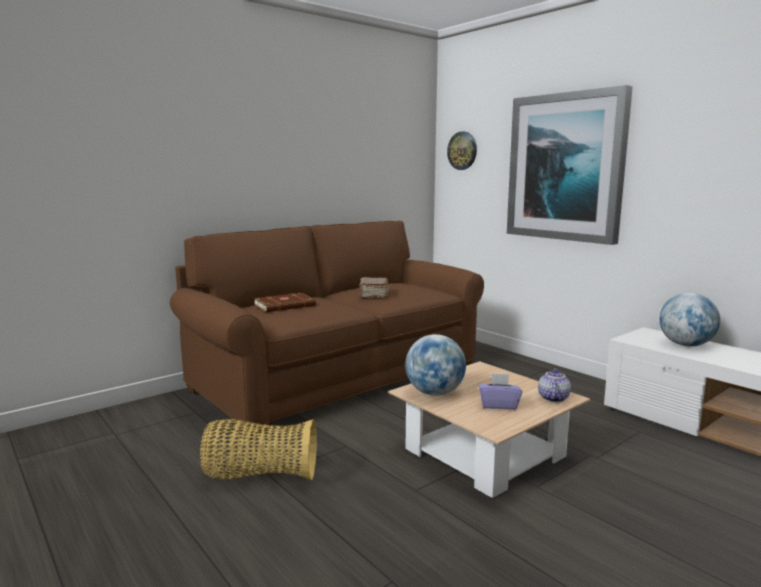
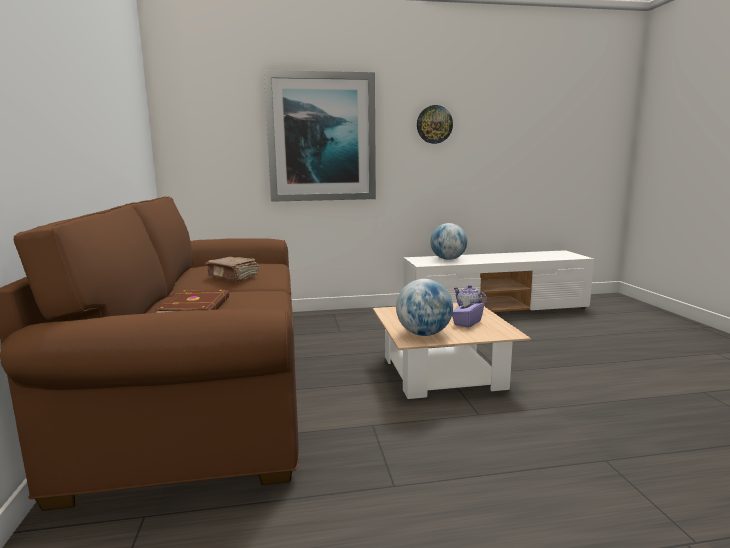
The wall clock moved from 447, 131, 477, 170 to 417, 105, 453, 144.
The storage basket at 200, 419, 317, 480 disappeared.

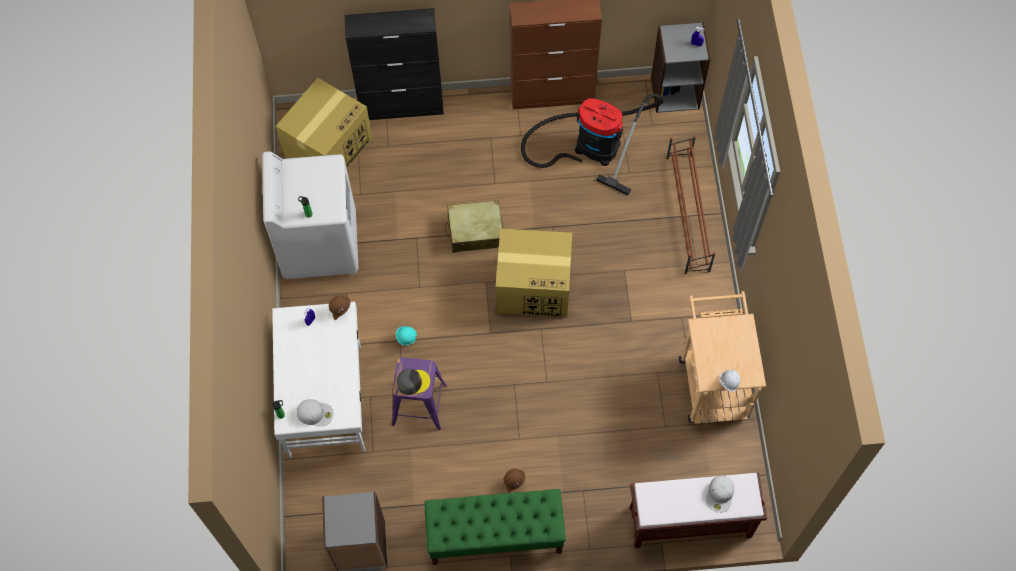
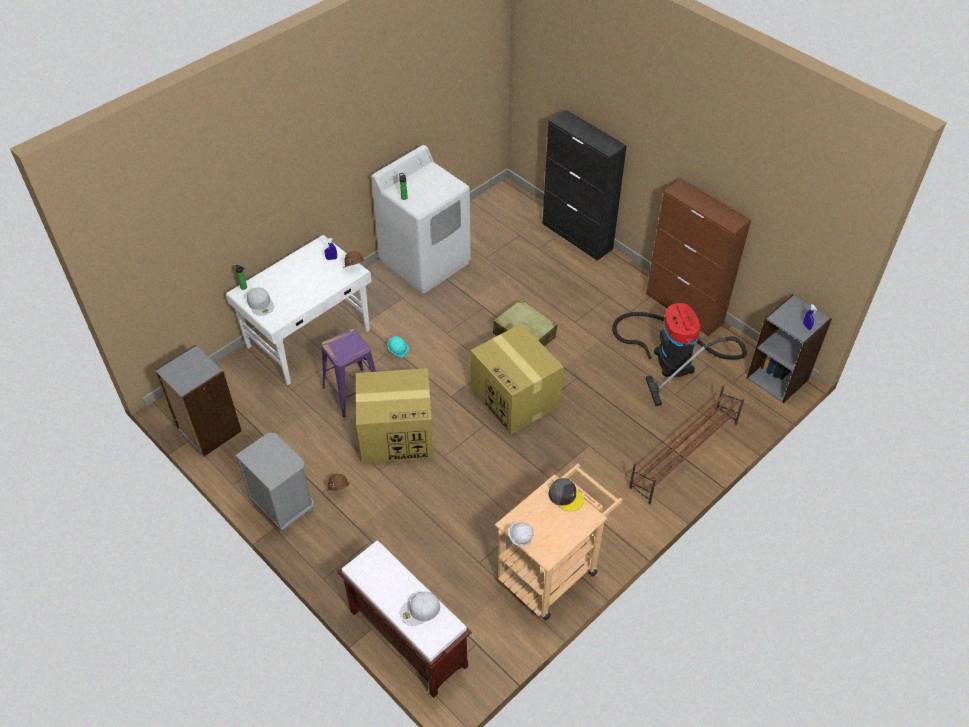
The cardboard box moved from 276, 78, 372, 169 to 356, 368, 434, 463.
The gray cap moved from 397, 369, 430, 395 to 548, 478, 584, 511.
The greenish bench at 424, 489, 566, 565 was replaced by the gray bedside table at 235, 433, 314, 533.

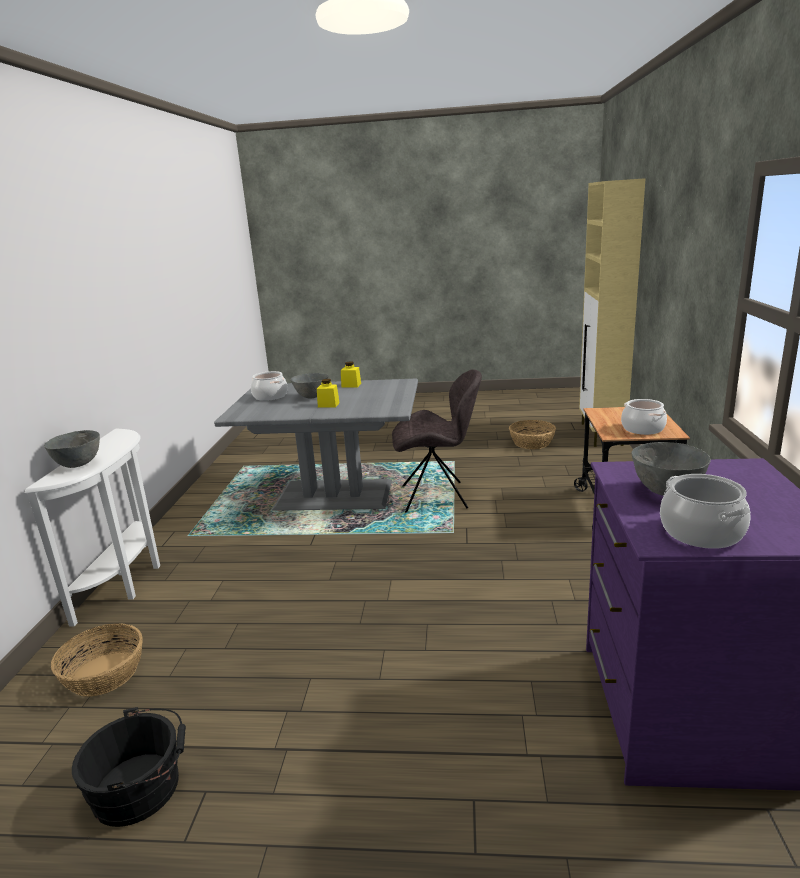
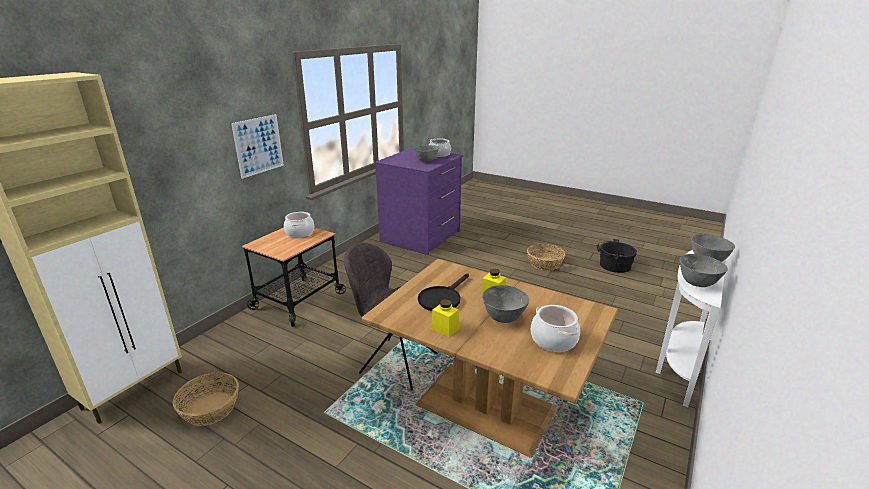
The gray kitchen table at 214, 378, 418, 511 became the brown-coloured kitchen table at 362, 259, 618, 458.
The storage basket moved from 51, 623, 143, 697 to 527, 244, 565, 270.
The wall art at 231, 114, 284, 179 appeared.
The gray serving bowl at 680, 254, 728, 287 appeared.
The black-coloured skillet at 418, 273, 469, 311 appeared.

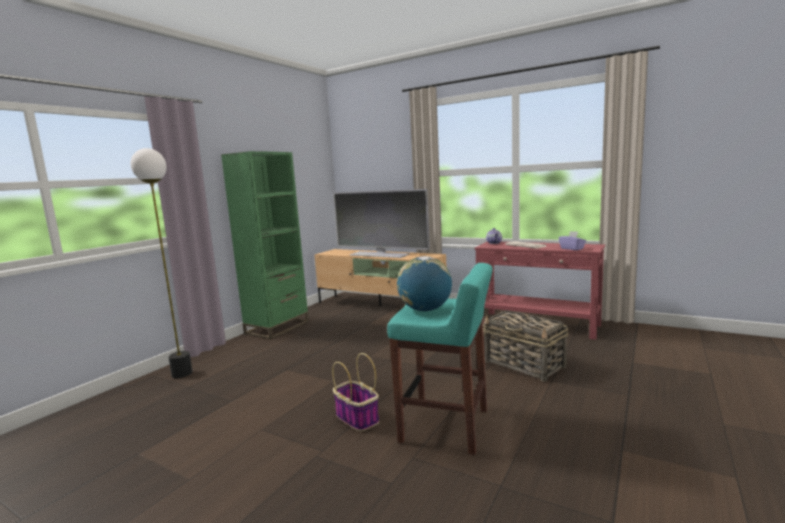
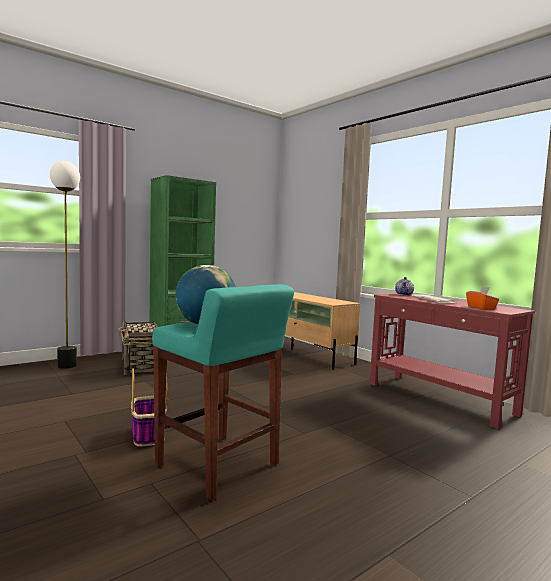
The TV at 333, 189, 430, 258 disappeared.
The purple box of tissues at 559, 231, 586, 250 became the orangey box of tissues at 466, 286, 499, 310.
The storage basket moved from 483, 310, 568, 382 to 118, 319, 158, 375.

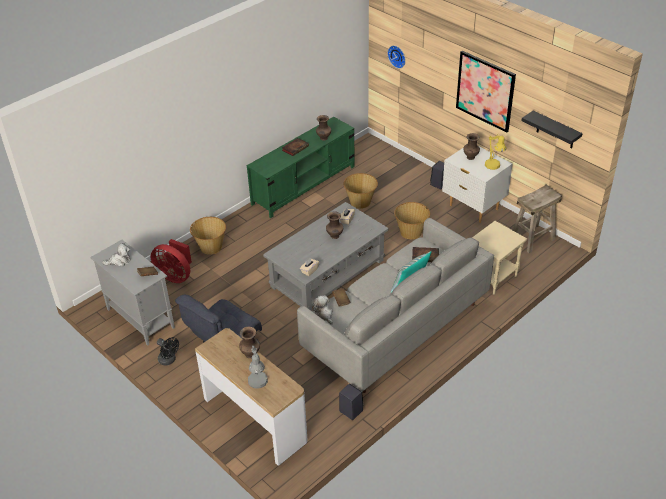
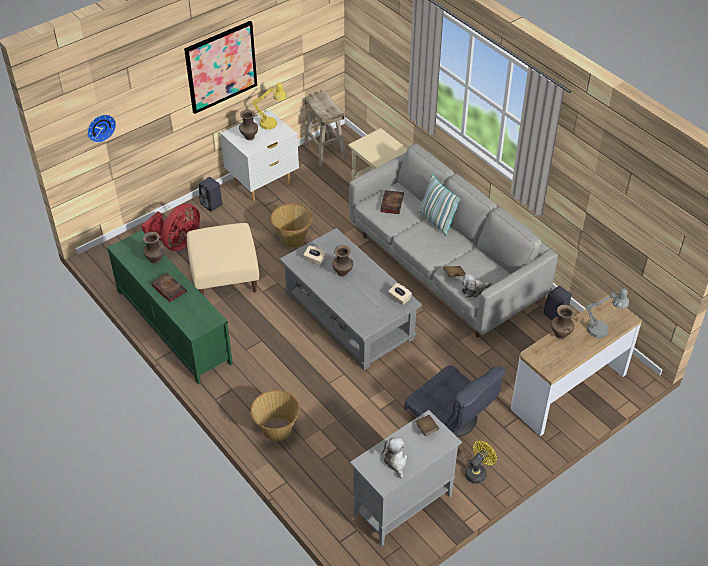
The black-coloured bracket shelf at 521, 111, 583, 149 disappeared.
The storage basket at 343, 173, 378, 209 was replaced by the beige-coloured ottoman at 187, 223, 259, 296.
The reddish electric fan moved from 151, 239, 192, 283 to 141, 204, 200, 251.
The black-coloured electric fan at 157, 337, 179, 366 became the yellowish electric fan at 465, 441, 497, 484.

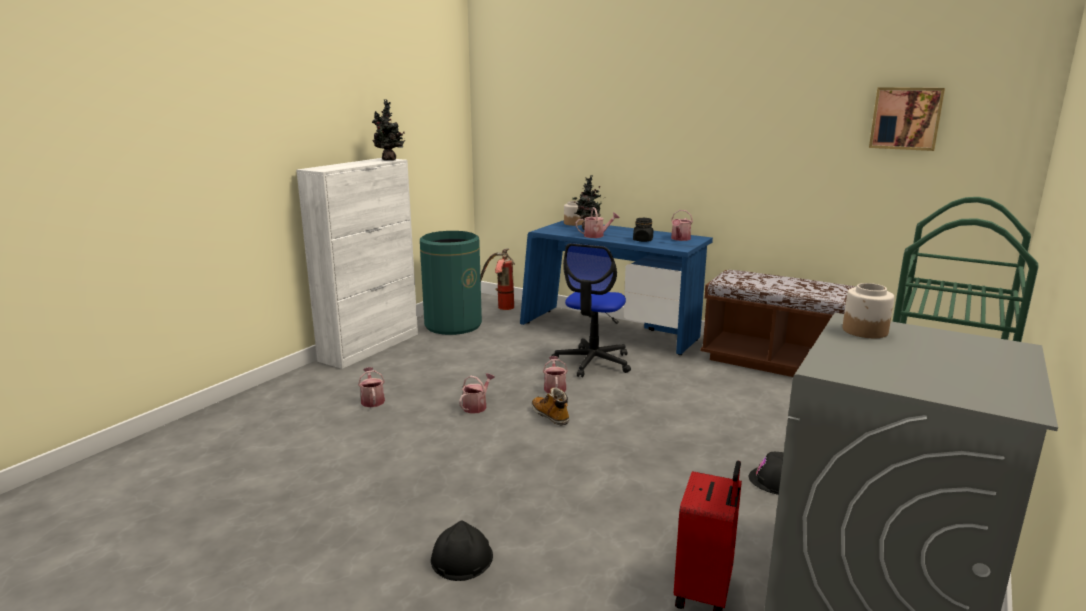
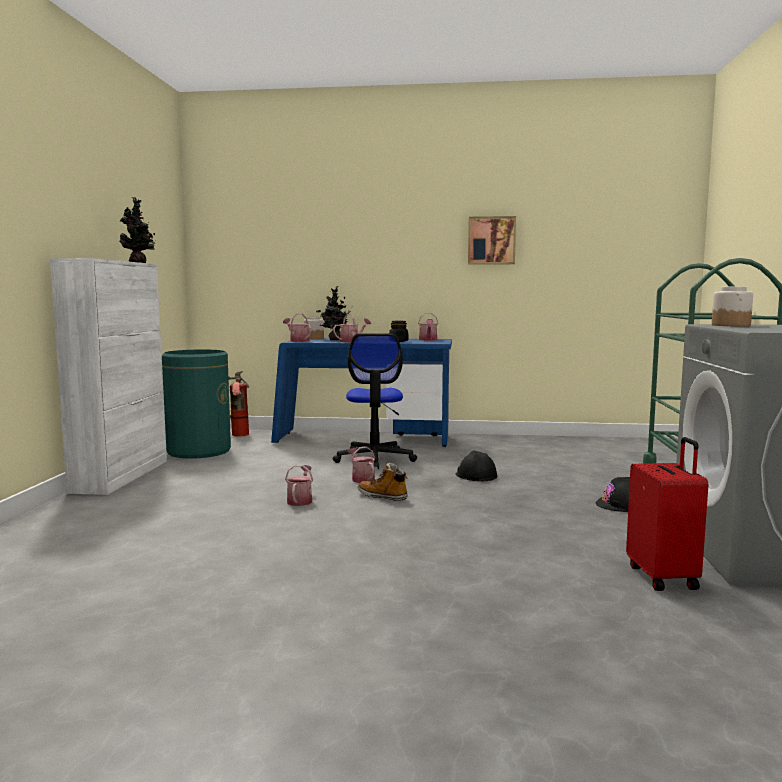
The wall art moved from 869, 87, 945, 151 to 468, 216, 516, 265.
The brown-coloured bench at 700, 270, 856, 377 disappeared.
The watering can moved from 358, 367, 385, 407 to 283, 314, 311, 342.
The black-coloured work helmet moved from 431, 520, 493, 581 to 456, 450, 497, 481.

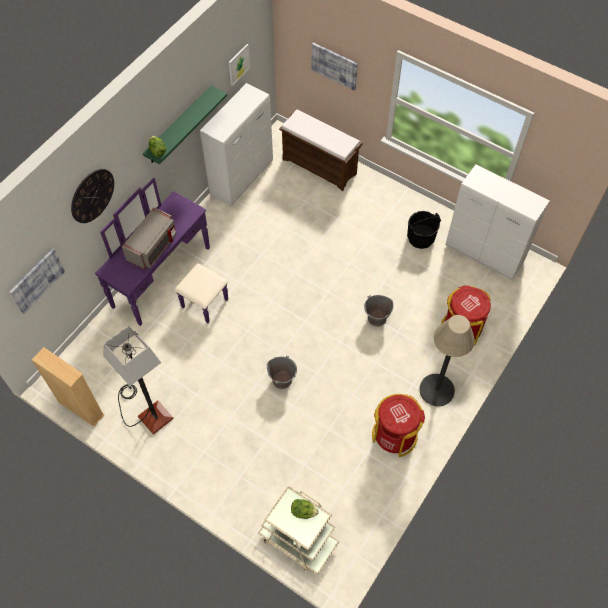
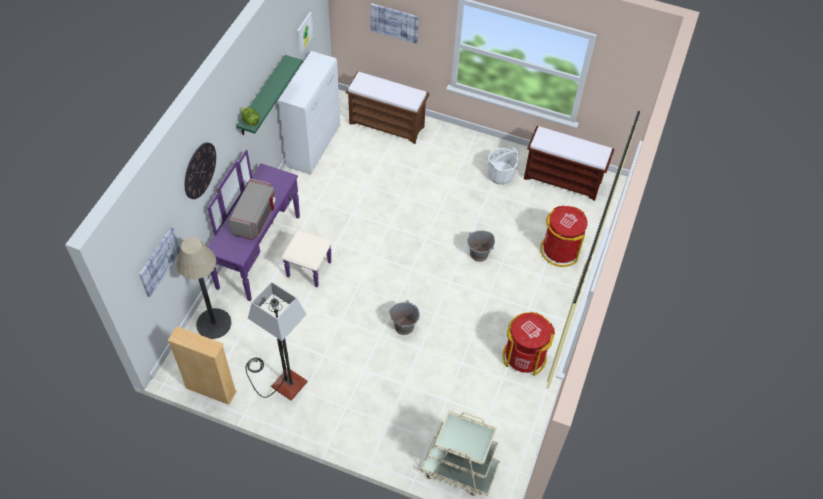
The white cupboard at 446, 165, 550, 280 was replaced by the brown-coloured bench at 524, 126, 614, 201.
The black-coloured pail at 407, 211, 441, 249 became the white pail at 488, 148, 519, 185.
The standing lamp moved from 419, 315, 475, 406 to 176, 237, 232, 339.
The lettuce at 291, 499, 319, 519 disappeared.

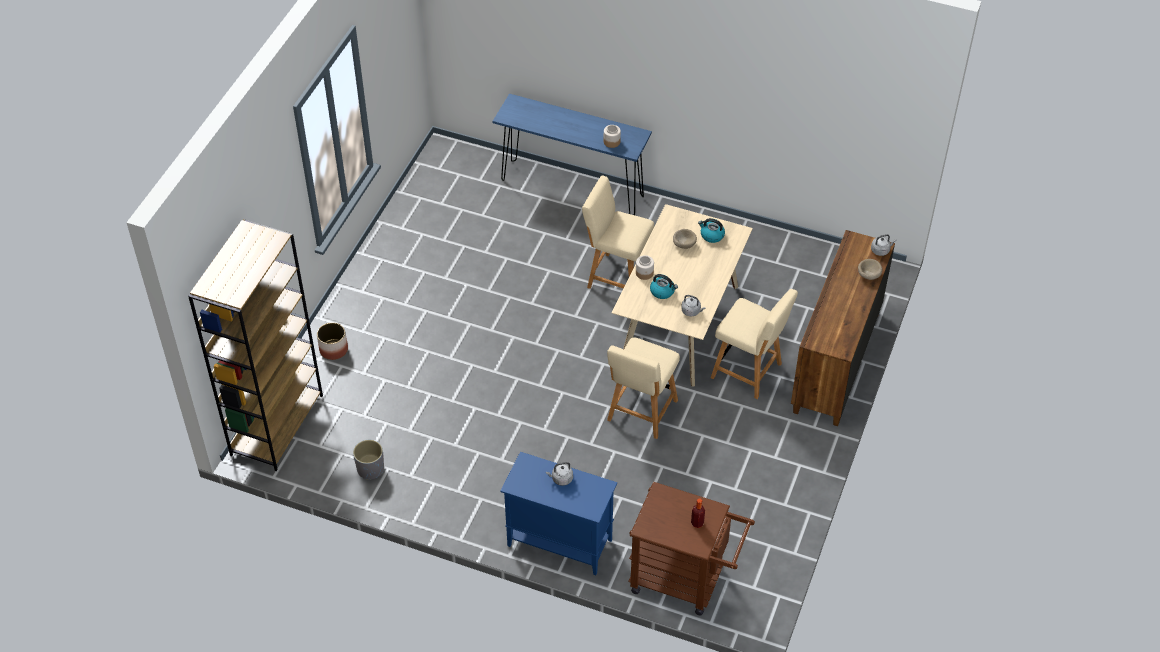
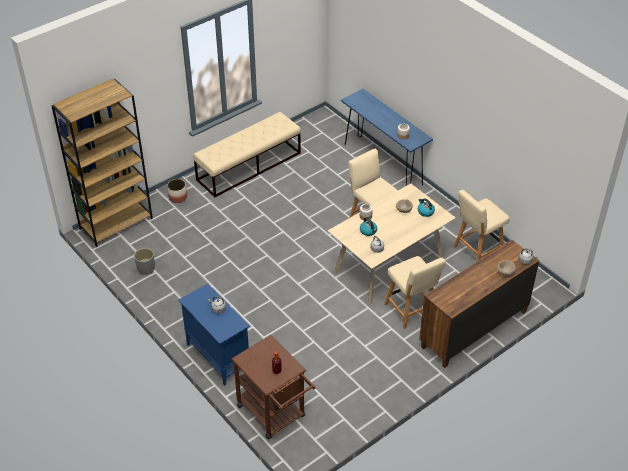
The beige-coloured upright chair moved from 607, 337, 680, 439 to 454, 190, 510, 262.
The beige-coloured bench at 193, 112, 301, 197 appeared.

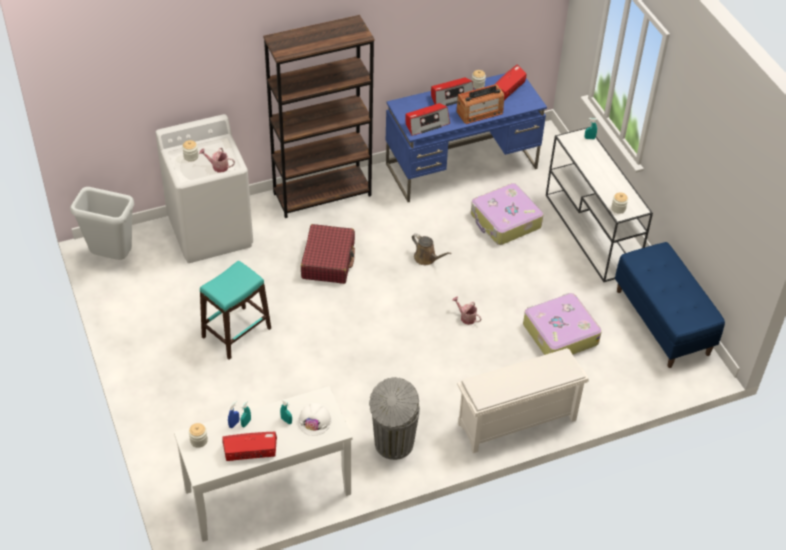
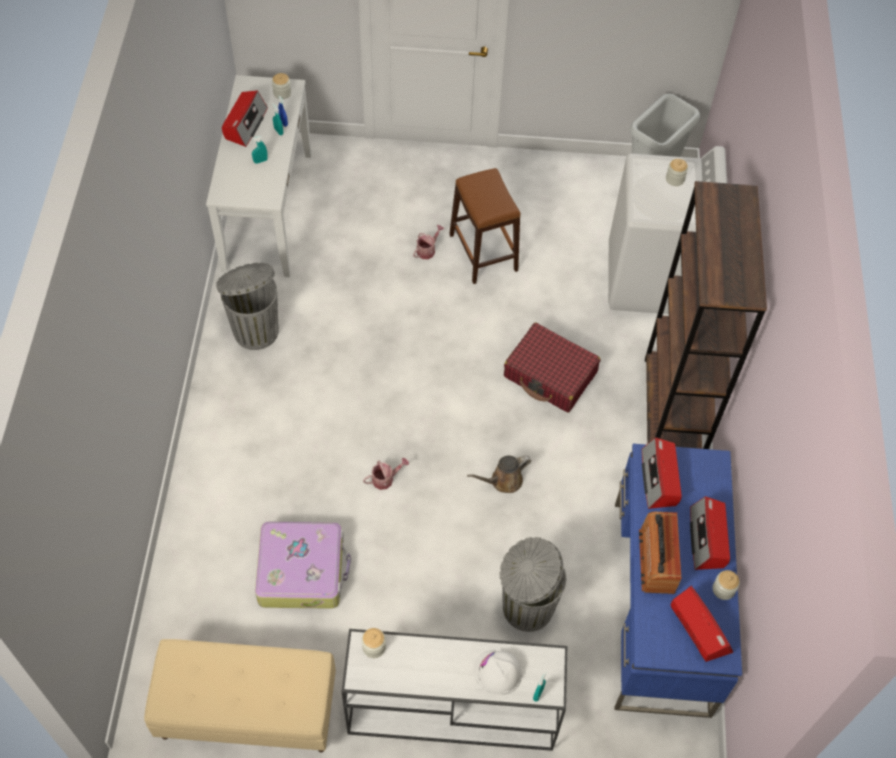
The watering can moved from 199, 148, 235, 172 to 413, 225, 444, 259.
The suitcase at 471, 183, 543, 245 was replaced by the gray waste bin at 500, 537, 566, 632.
The bluish bench at 615, 242, 725, 368 became the beige-coloured bench at 144, 639, 336, 752.
The turquoise stool at 200, 261, 271, 360 became the brown-coloured stool at 449, 168, 520, 284.
The white shoe rack at 457, 348, 589, 453 disappeared.
The white work helmet moved from 298, 403, 331, 436 to 474, 649, 522, 695.

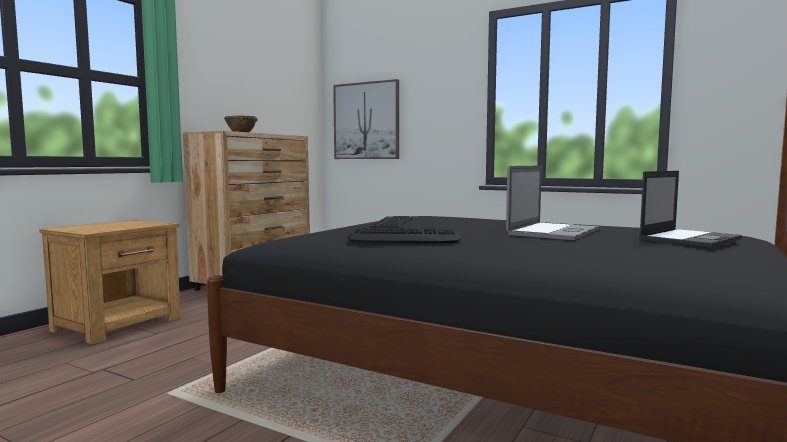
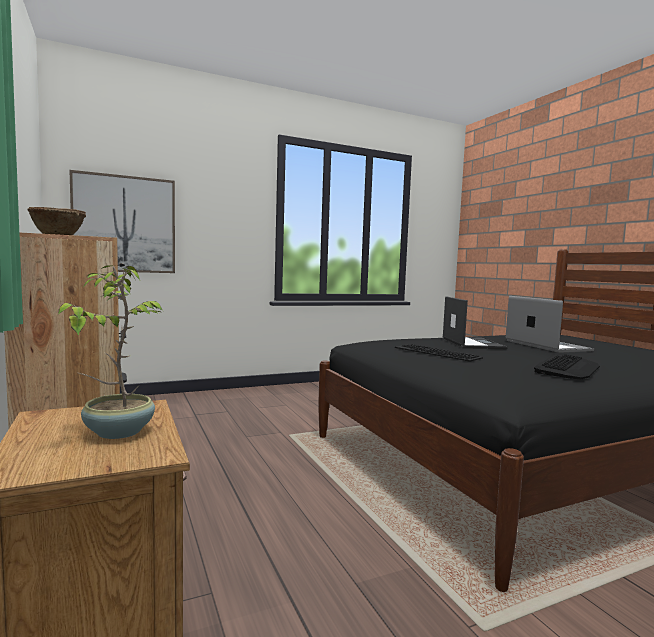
The notebook computer moved from 639, 171, 742, 248 to 442, 296, 508, 349.
The houseplant at 58, 265, 163, 439 appeared.

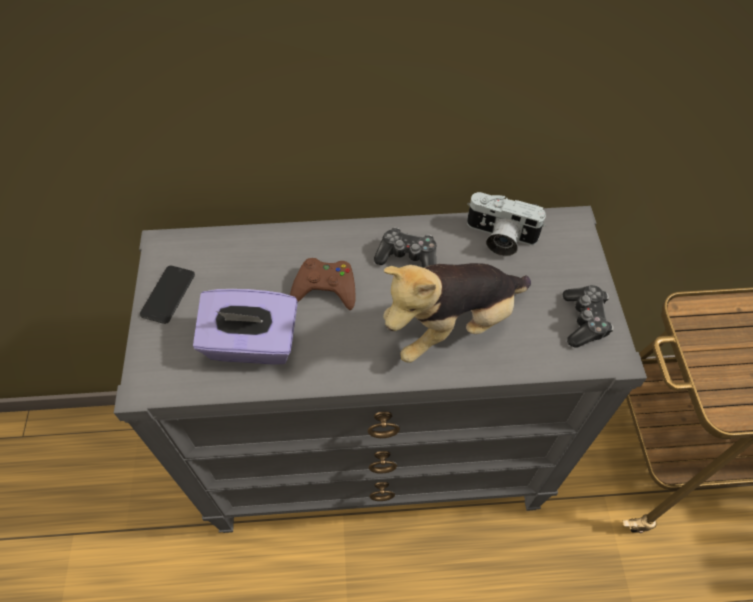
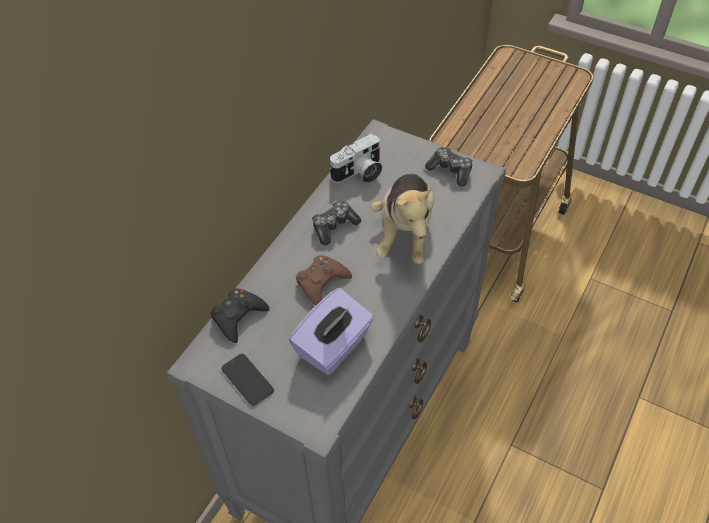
The black-coloured game controller at 210, 288, 270, 343 appeared.

